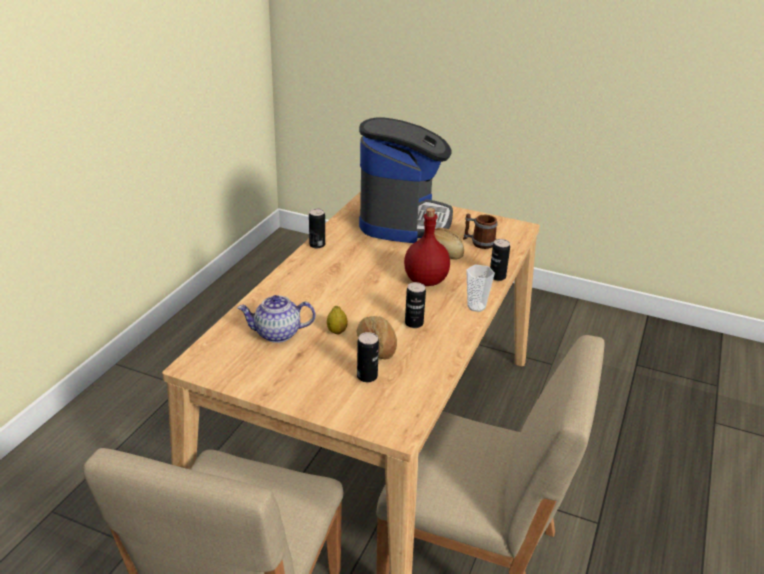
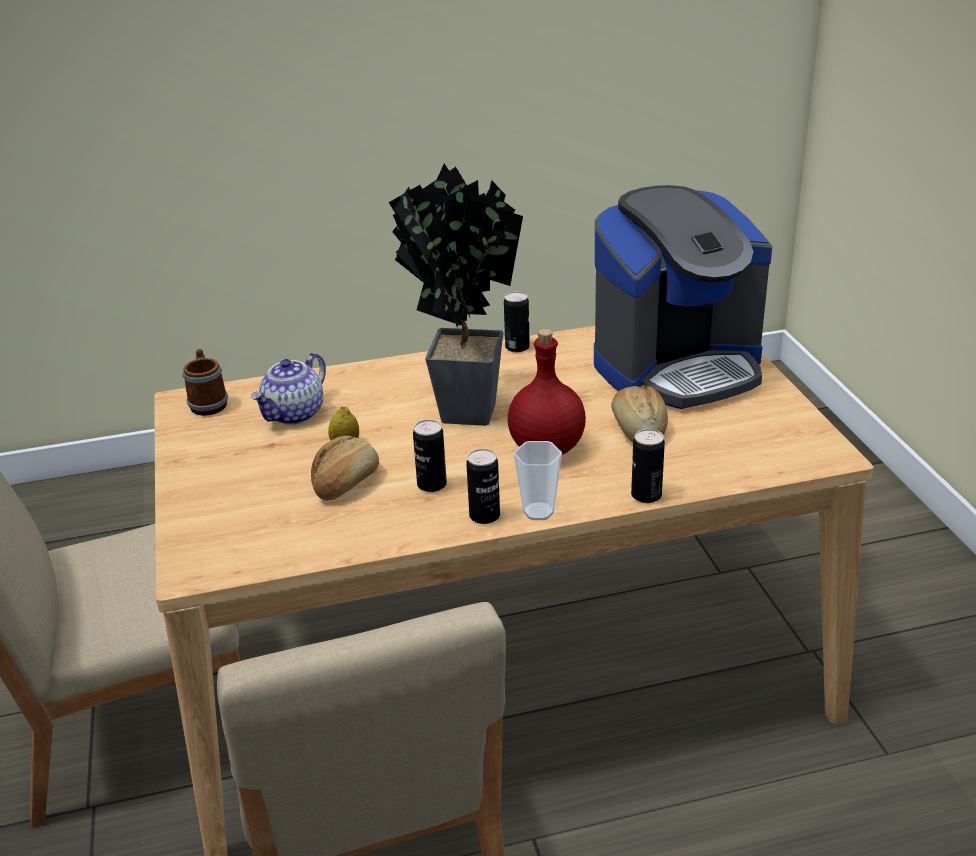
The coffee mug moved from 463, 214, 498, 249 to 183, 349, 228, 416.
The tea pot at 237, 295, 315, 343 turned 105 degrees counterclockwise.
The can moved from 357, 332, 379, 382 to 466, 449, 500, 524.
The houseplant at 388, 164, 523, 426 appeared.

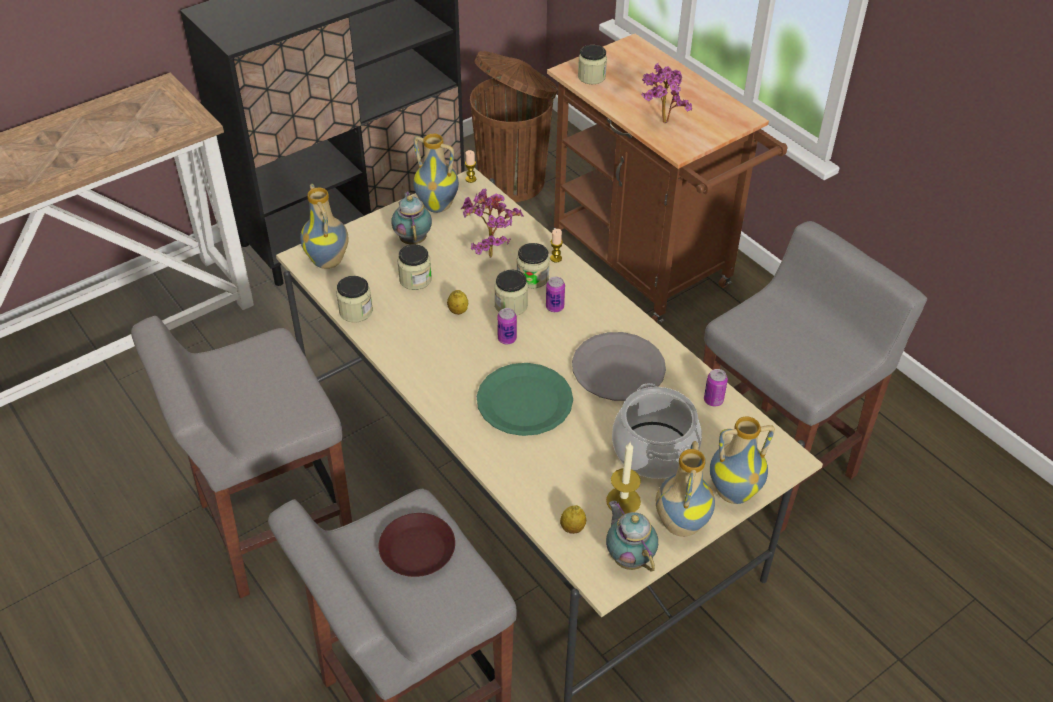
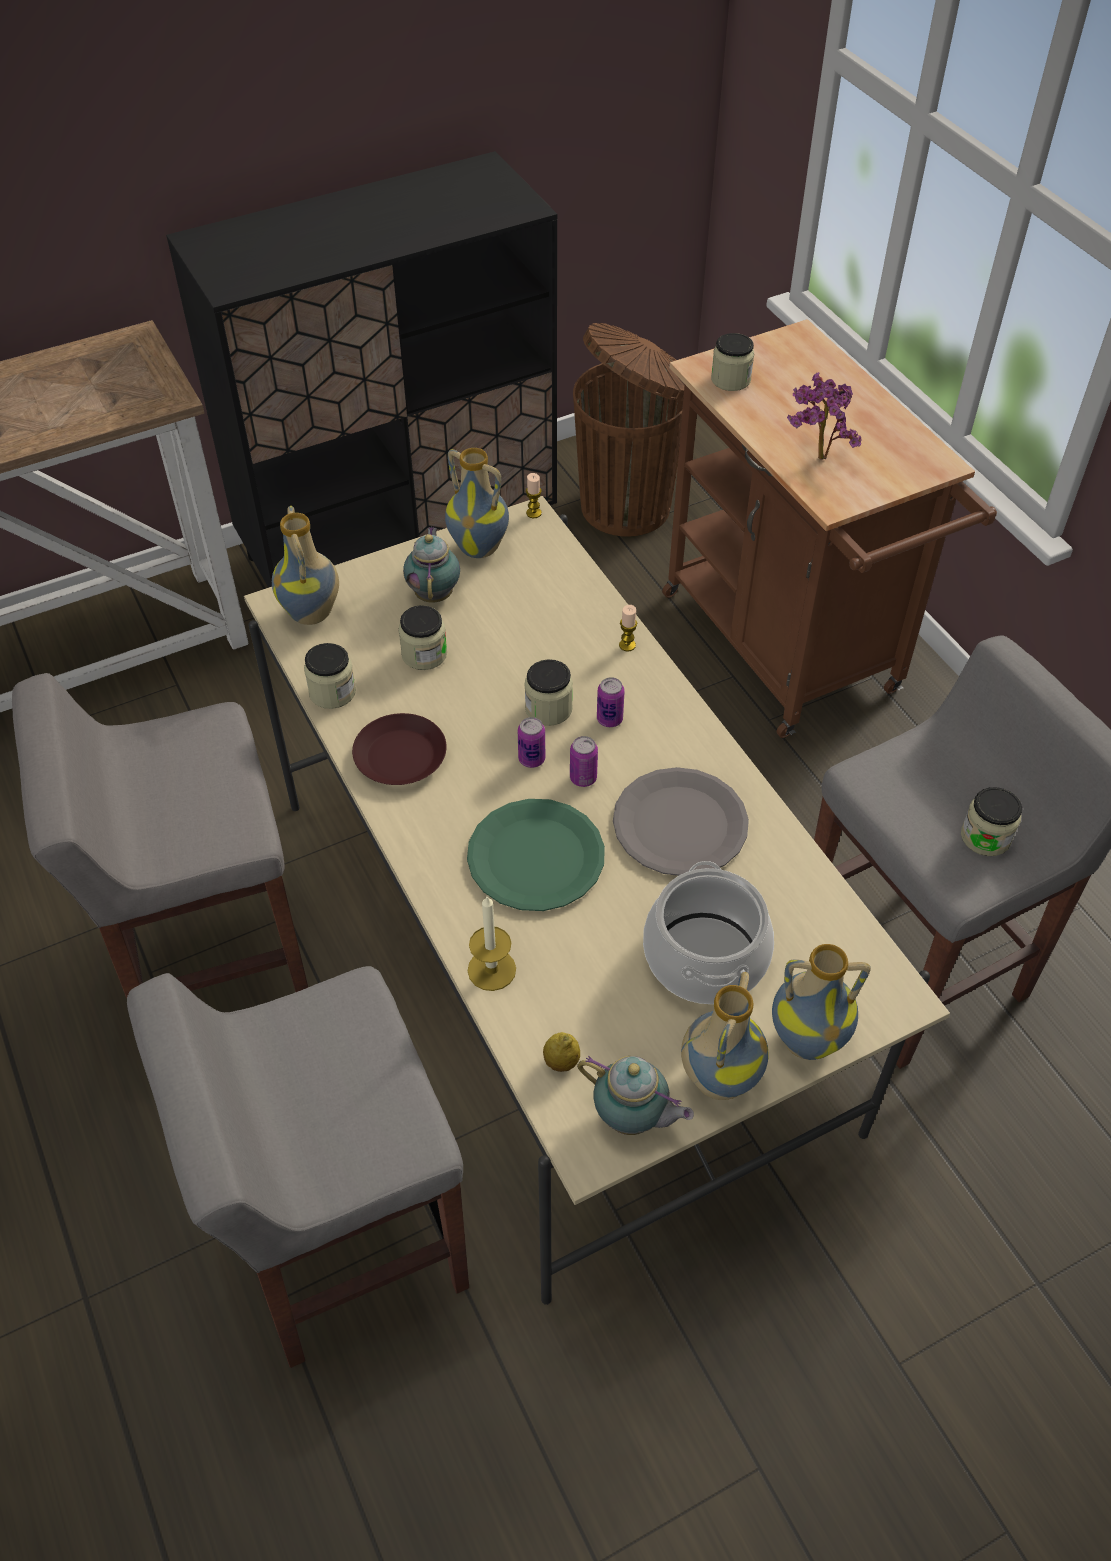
The houseplant at 461, 188, 523, 257 disappeared.
The storage jar moved from 517, 243, 550, 289 to 961, 787, 1022, 856.
The citrus fruit at 447, 290, 468, 315 disappeared.
The can moved from 704, 369, 728, 407 to 570, 736, 598, 787.
The candle moved from 606, 442, 641, 515 to 468, 896, 516, 991.
The tea pot at 606, 501, 658, 572 turned 135 degrees clockwise.
The brown-coloured flat dish moved from 378, 513, 455, 577 to 352, 713, 447, 785.

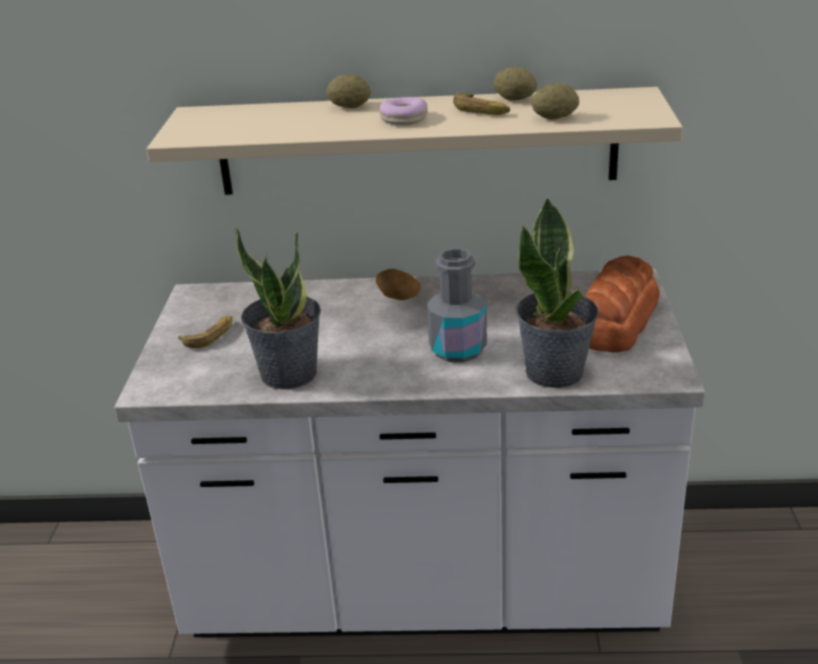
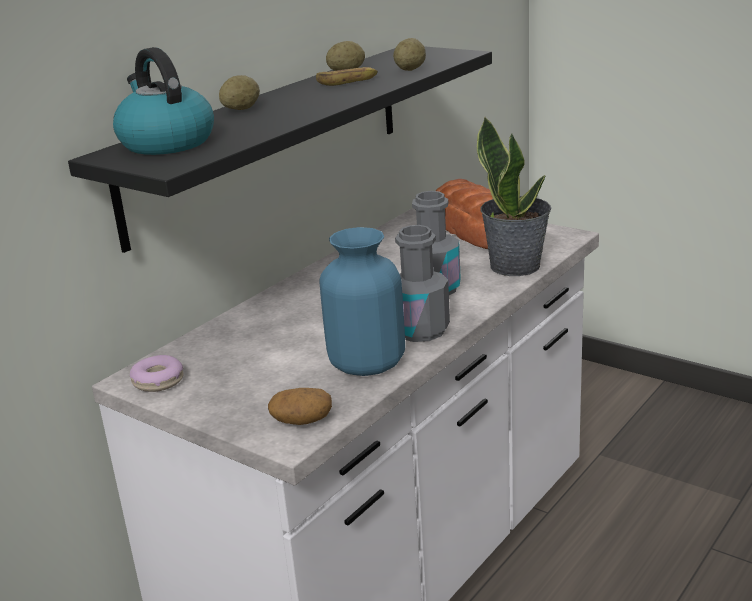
The beige-coloured bracket shelf at 147, 87, 683, 195 became the black-coloured bracket shelf at 68, 46, 492, 253.
The donut moved from 379, 97, 428, 125 to 130, 355, 184, 392.
The houseplant at 235, 227, 321, 389 was replaced by the bluish decorative vase at 320, 227, 405, 376.
The spud moved from 376, 269, 421, 300 to 268, 388, 332, 425.
The whole banana at 178, 316, 233, 348 disappeared.
The water kettle at 113, 47, 214, 155 appeared.
The gray bottle at 395, 225, 450, 342 appeared.

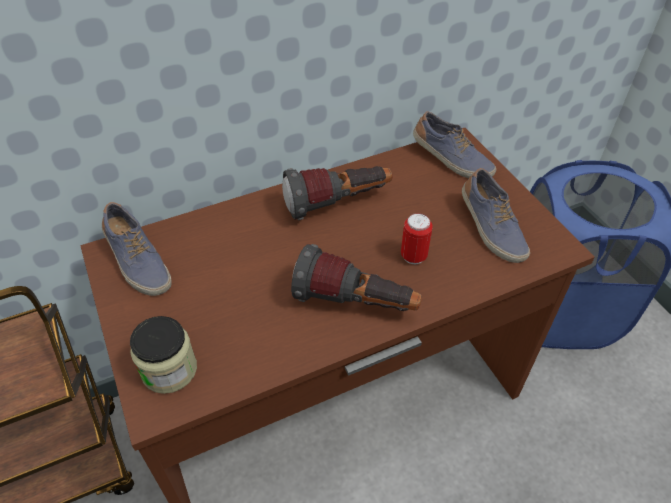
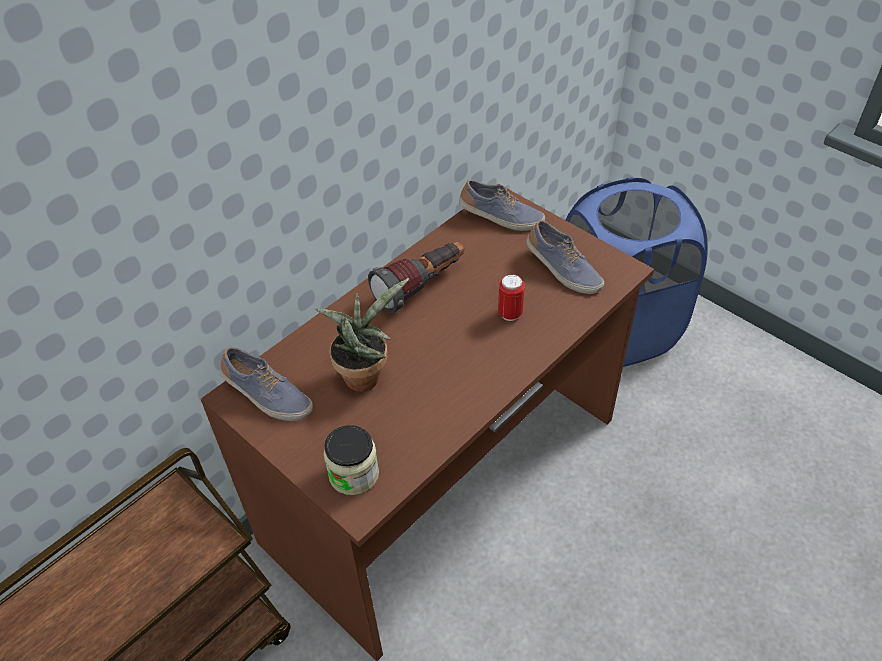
The hand torch at 291, 244, 422, 311 disappeared.
The houseplant at 315, 278, 409, 392 appeared.

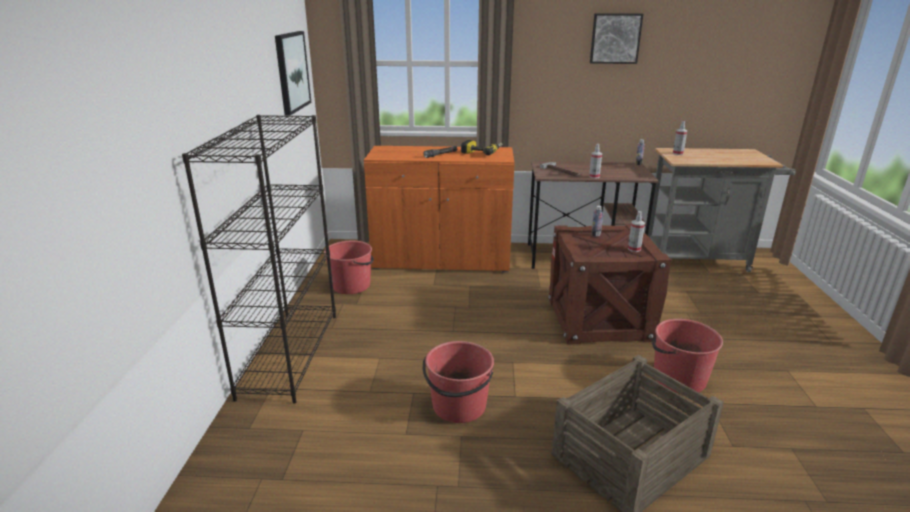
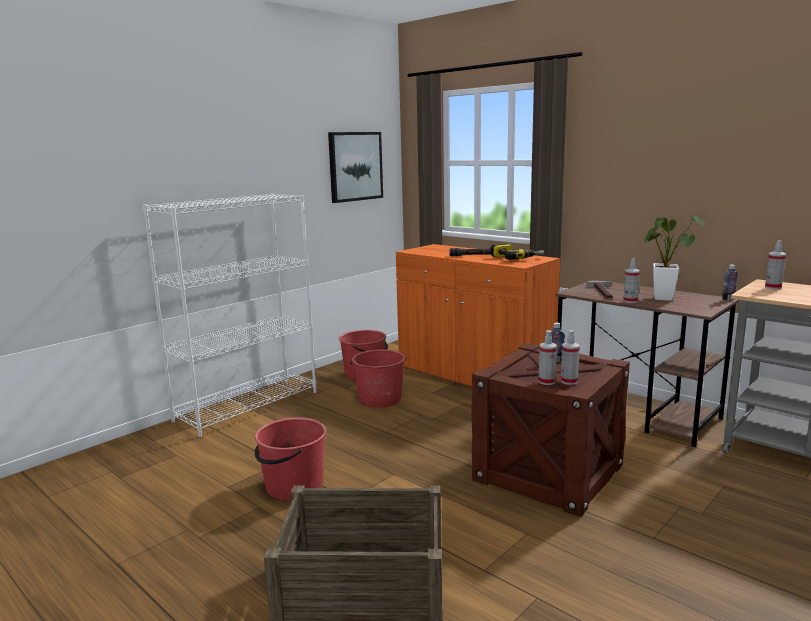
The wall art at 590, 13, 643, 64 disappeared.
The black-coloured bookcase at 182, 115, 336, 403 became the white bookcase at 143, 193, 317, 437.
The reddish pail moved from 652, 319, 723, 393 to 350, 349, 407, 408.
The houseplant at 644, 215, 705, 301 appeared.
The hand sprayer at 539, 330, 557, 385 appeared.

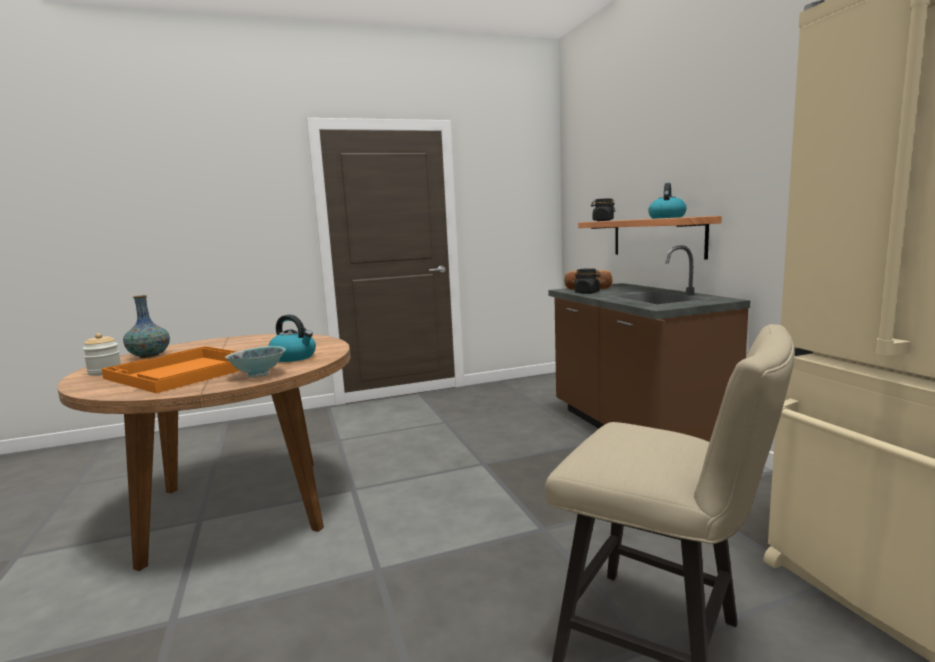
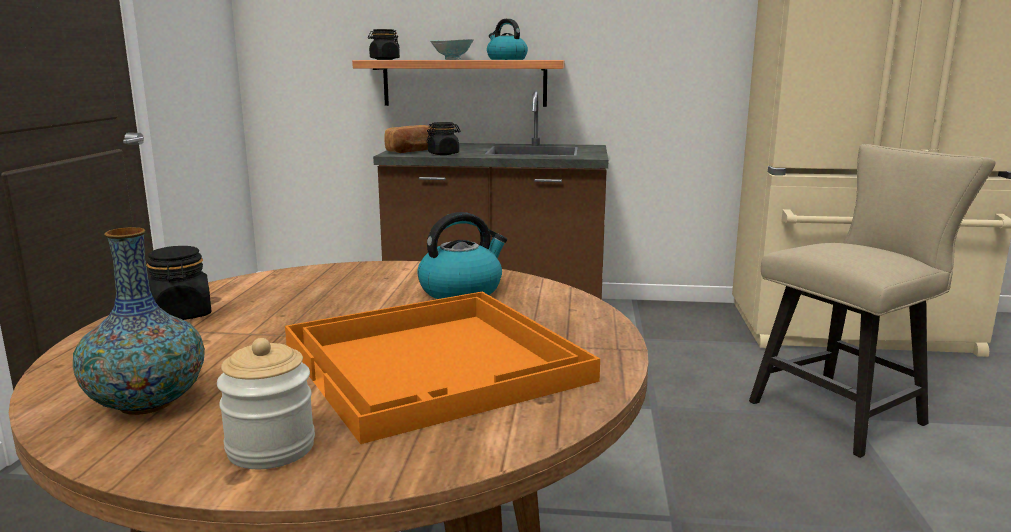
The serving bowl moved from 225, 346, 286, 378 to 430, 39, 474, 60.
The black-coloured storage jar at 146, 246, 212, 320 appeared.

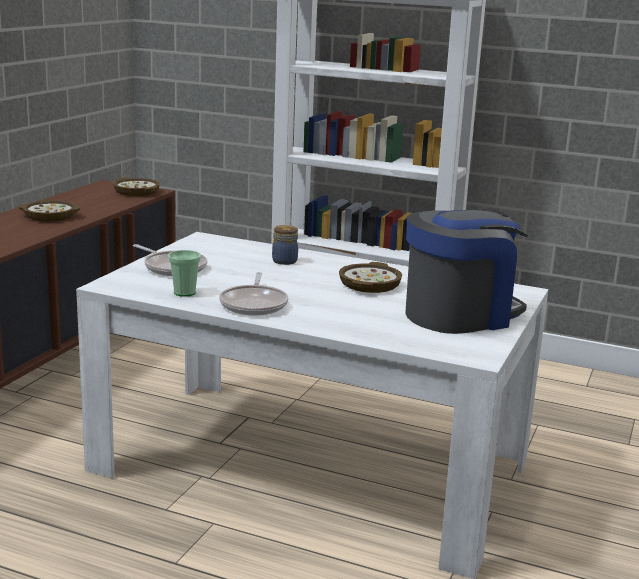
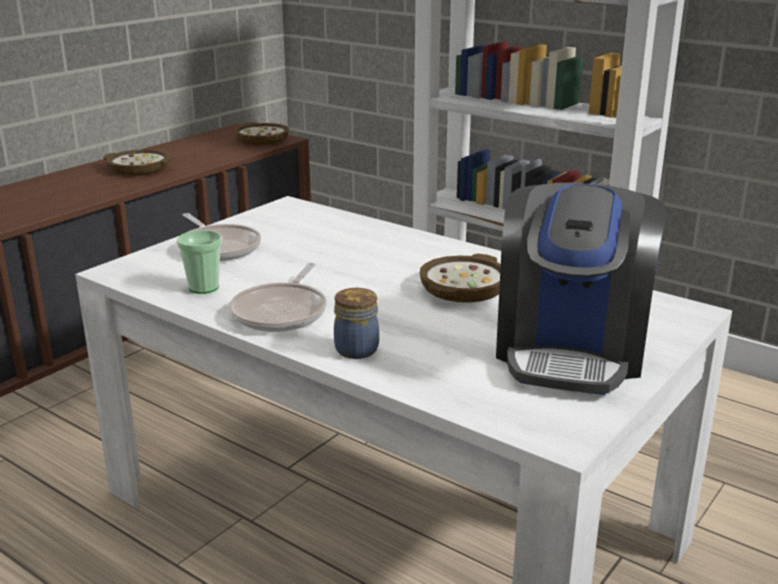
The coffee maker at 405, 210, 528, 334 turned 120 degrees clockwise.
The storage jar moved from 272, 225, 298, 265 to 334, 288, 379, 359.

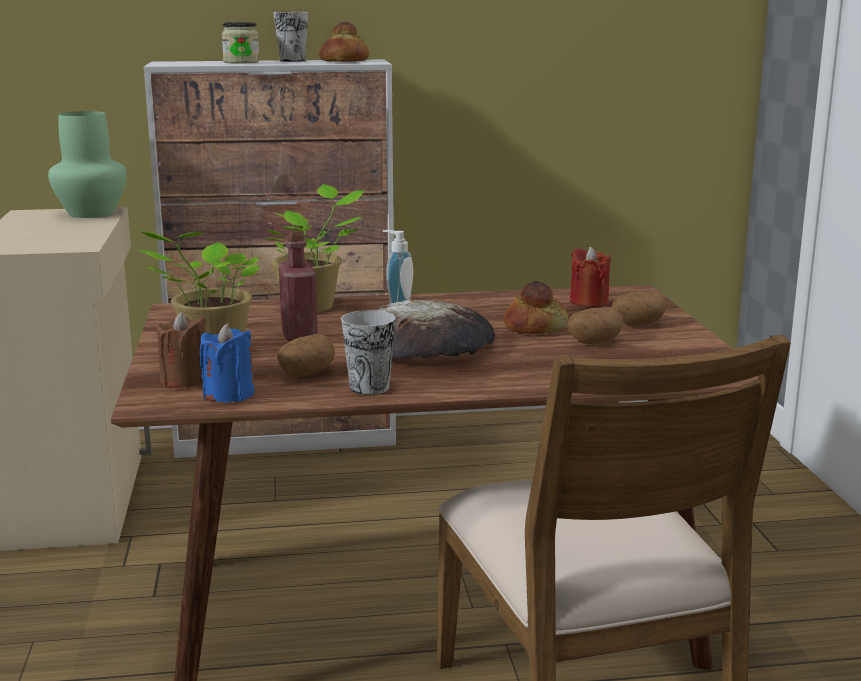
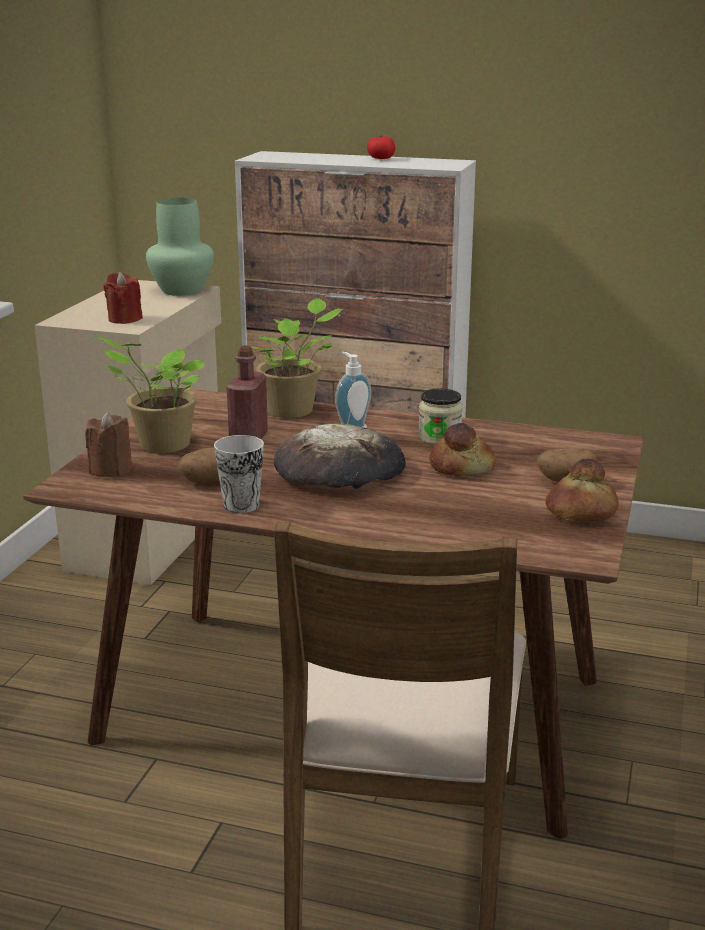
The small cup at 273, 12, 308, 62 was replaced by the fresh tomato at 367, 136, 395, 159.
The storage jar moved from 222, 22, 259, 64 to 418, 388, 463, 445.
The bakery bread moved from 319, 22, 369, 62 to 546, 459, 619, 523.
The reddish candle moved from 570, 247, 611, 307 to 104, 272, 143, 324.
The spud at 567, 307, 623, 344 disappeared.
The bluish candle at 200, 323, 254, 402 disappeared.

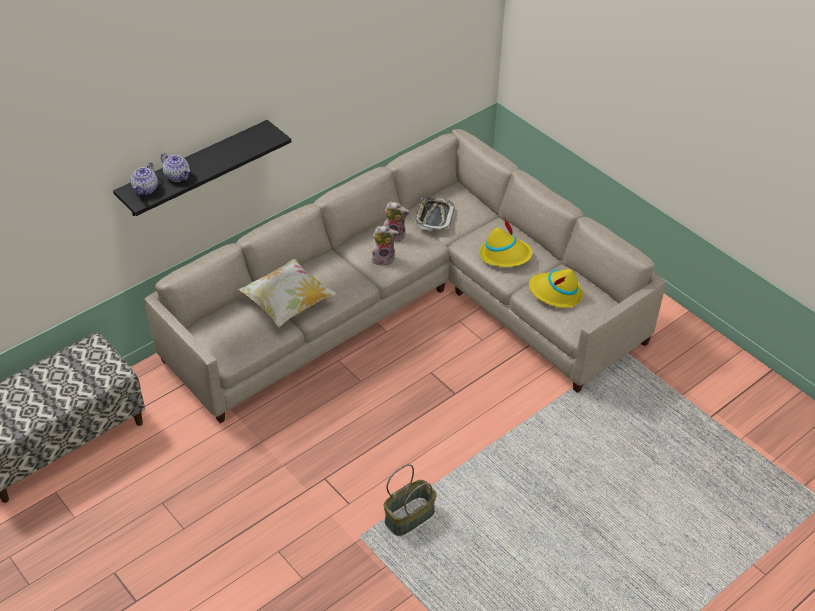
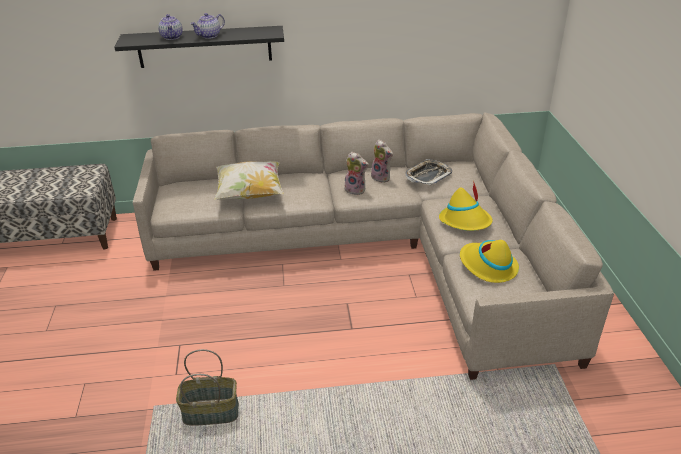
The tea pot moved from 131, 162, 158, 195 to 190, 13, 225, 39.

